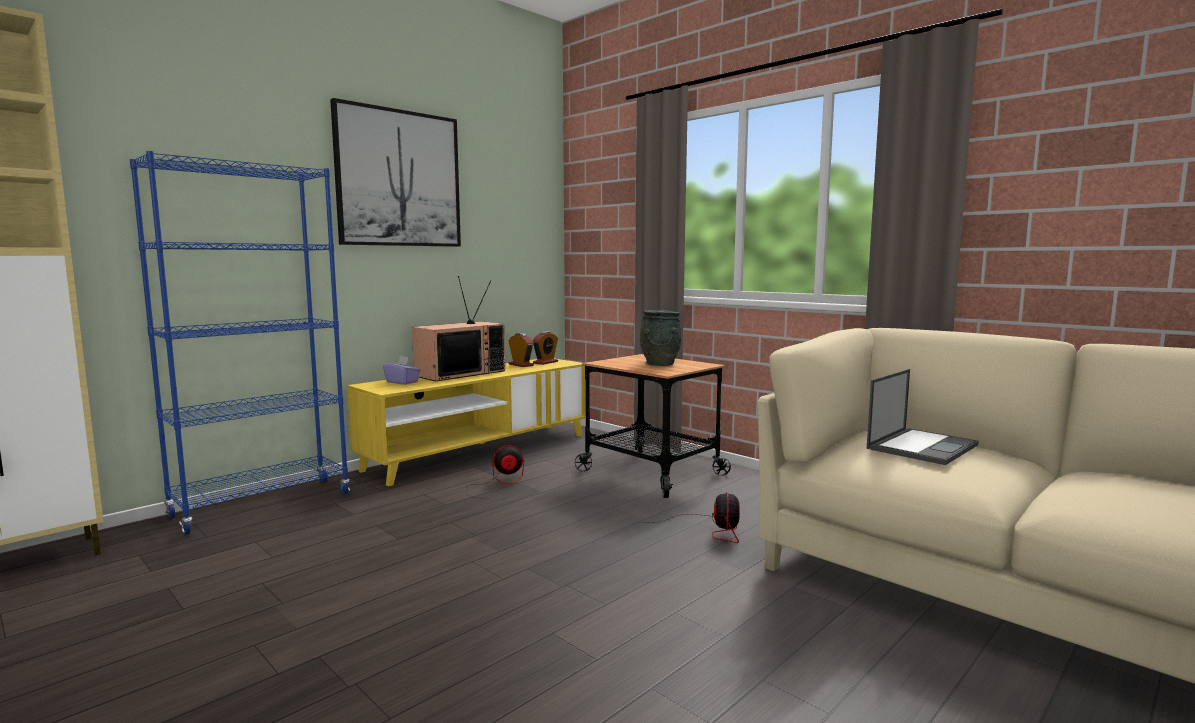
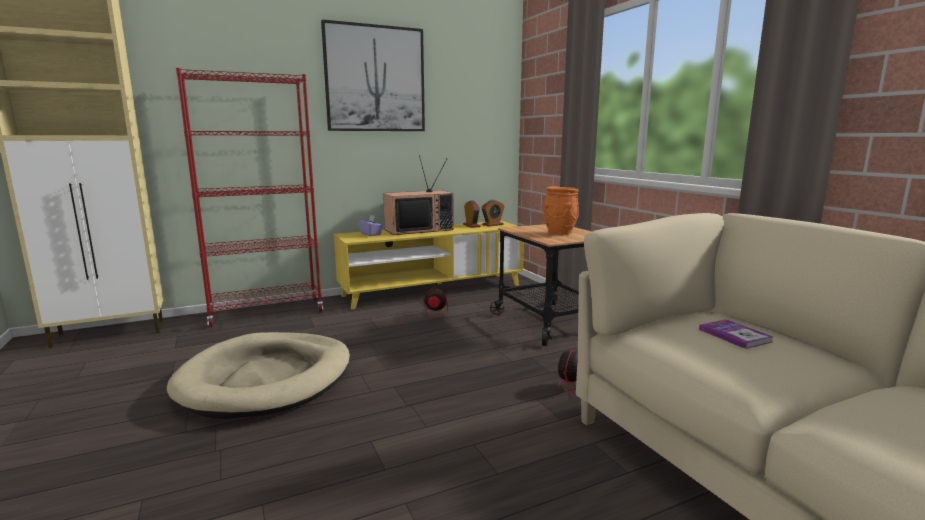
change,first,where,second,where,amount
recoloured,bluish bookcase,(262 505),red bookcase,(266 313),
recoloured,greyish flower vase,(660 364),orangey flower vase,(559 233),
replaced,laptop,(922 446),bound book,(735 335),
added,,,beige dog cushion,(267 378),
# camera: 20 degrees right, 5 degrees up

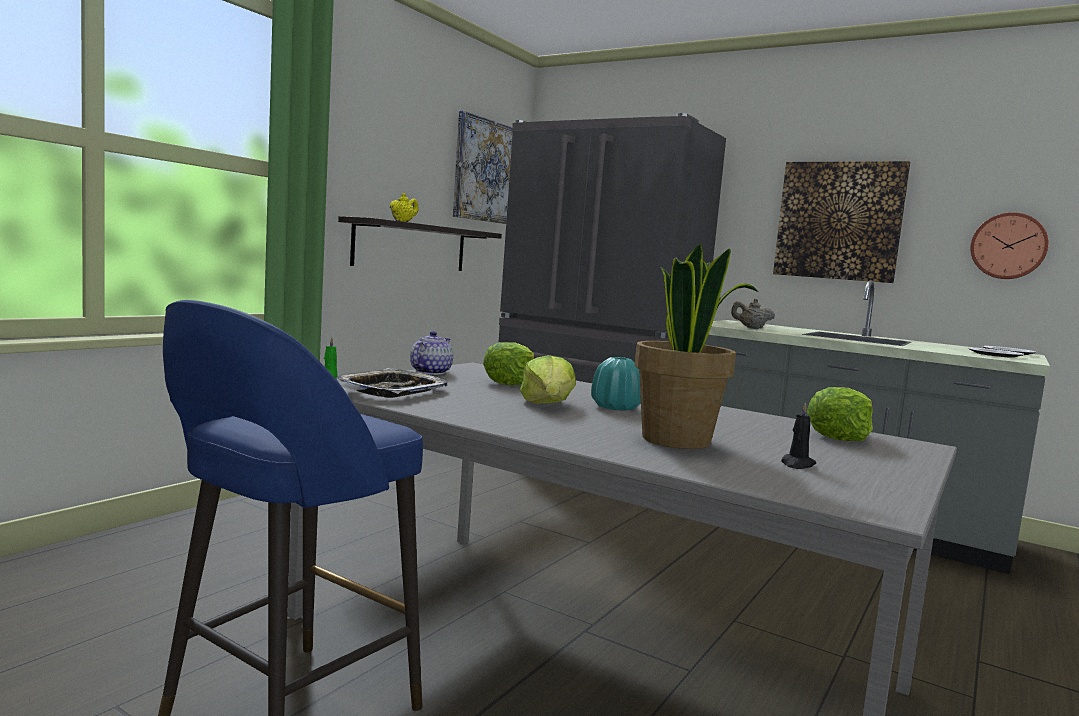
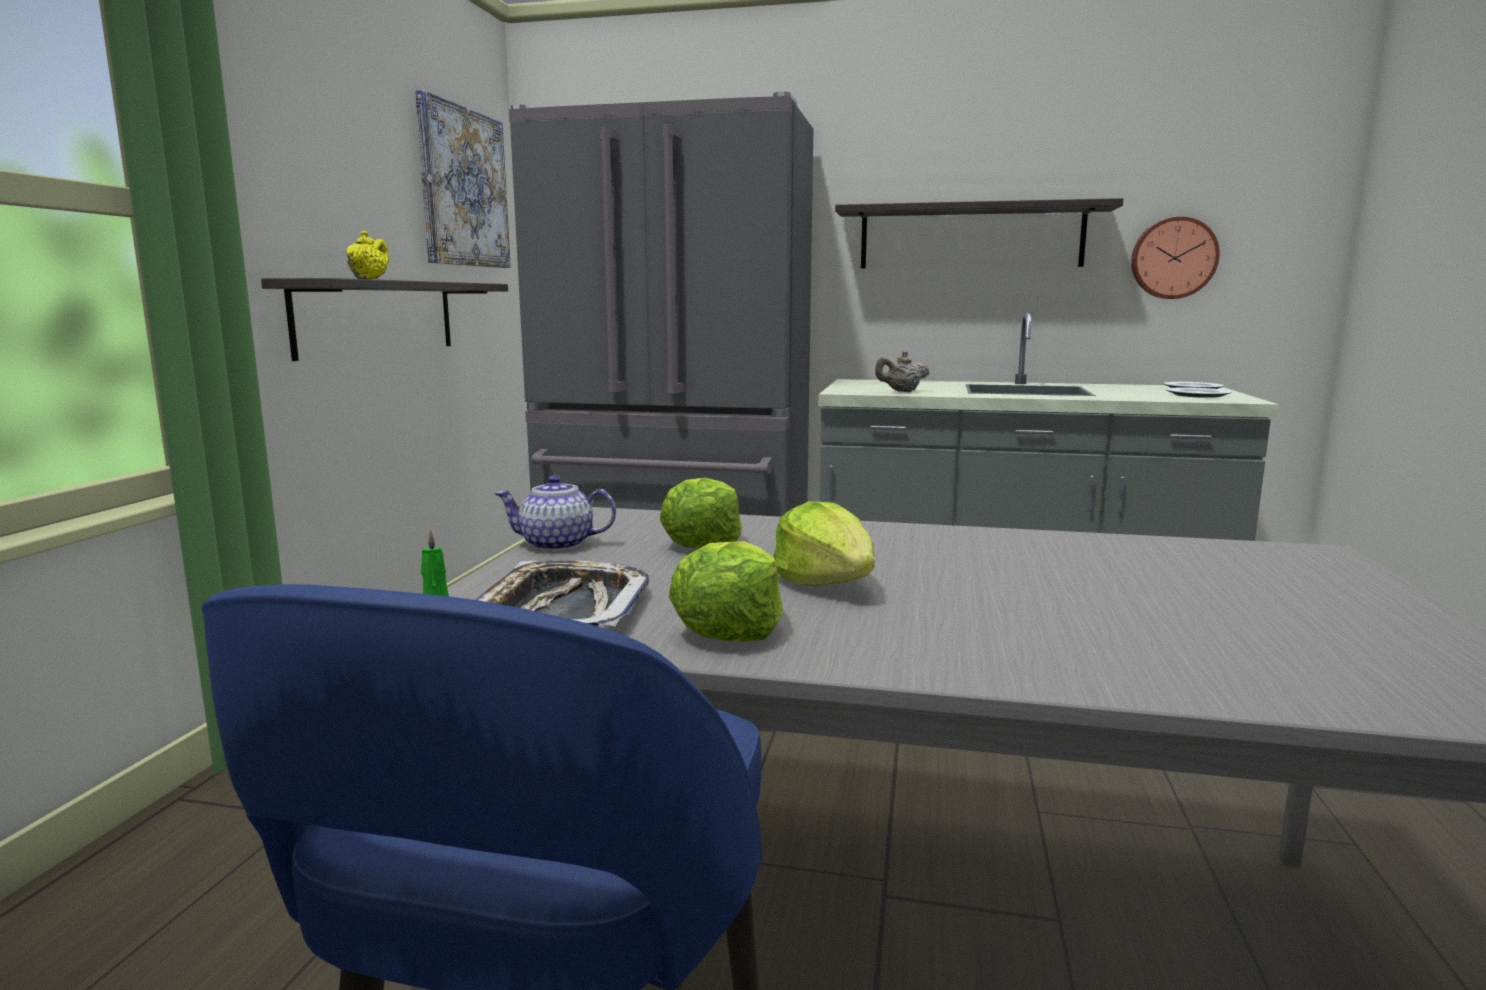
change,first,where,second,where,amount
replaced,wall art,(839 221),bracket shelf,(970 237),
removed,plant in a pot,(677 440),,,
turned,teapot,(430 372),,(558 544),90 degrees counterclockwise
removed,turquoise flower vase,(615 408),,,
moved,head of lettuce,(839 436),,(730 628),
removed,blackish wax light,(797 464),,,
# camera: 20 degrees left, 5 degrees up

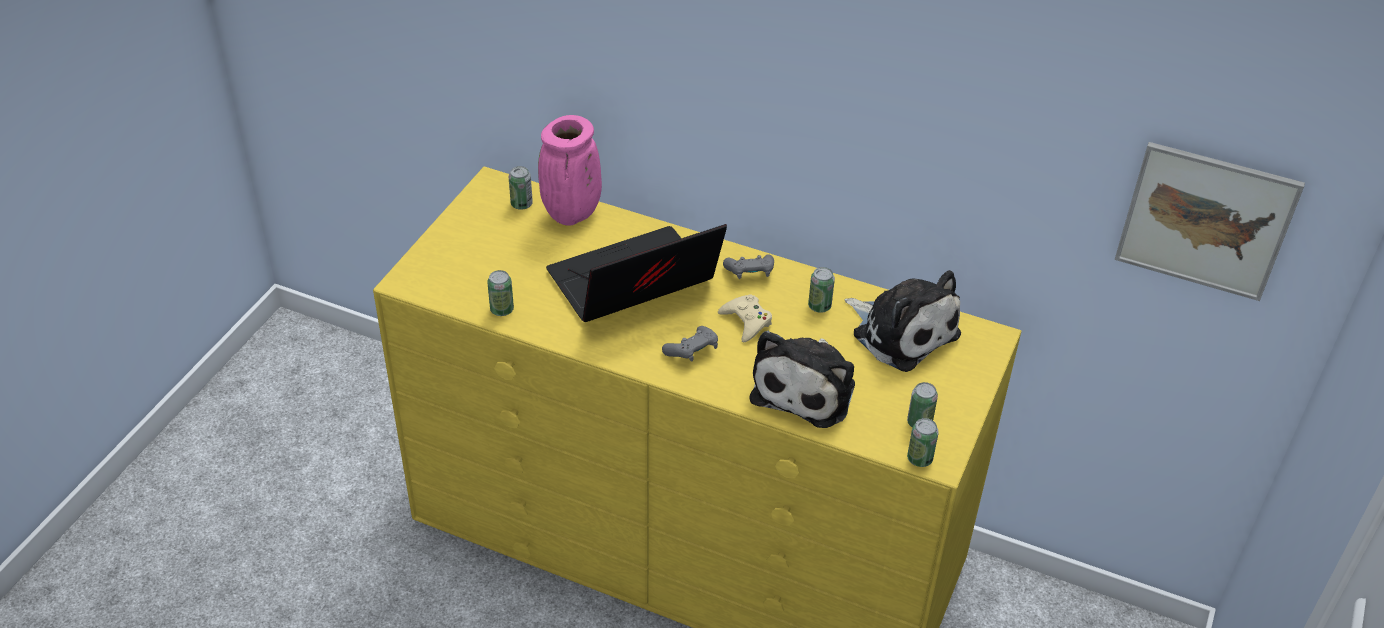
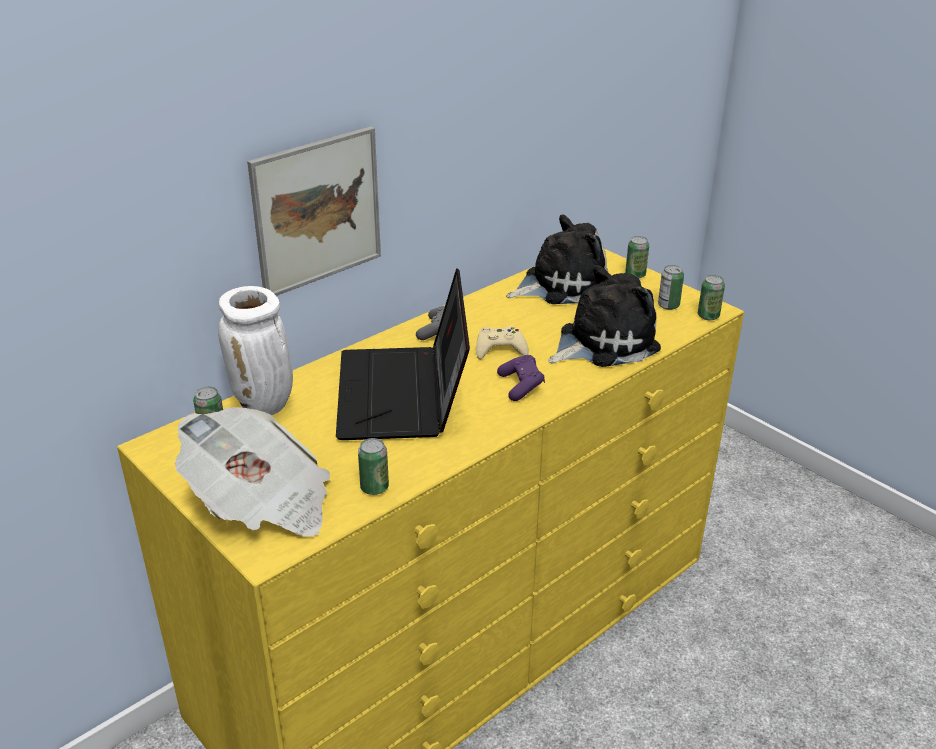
change,first,where,second,where,amount
recoloured,pinkish flower vase,(572 215),white flower vase,(264 406),
moved,wall art,(1205 220),,(317 211),
moved,can,(819 306),,(635 275),
recoloured,greyish game controller,(692 352),purplish game controller,(521 386),
turned,soft toy,(806 388),,(602 342),75 degrees counterclockwise
added,,,newspaper,(262 503),
# camera: 65 degrees left, 10 degrees down

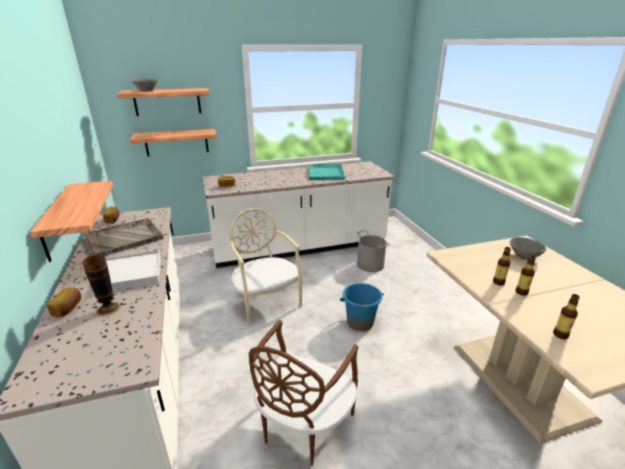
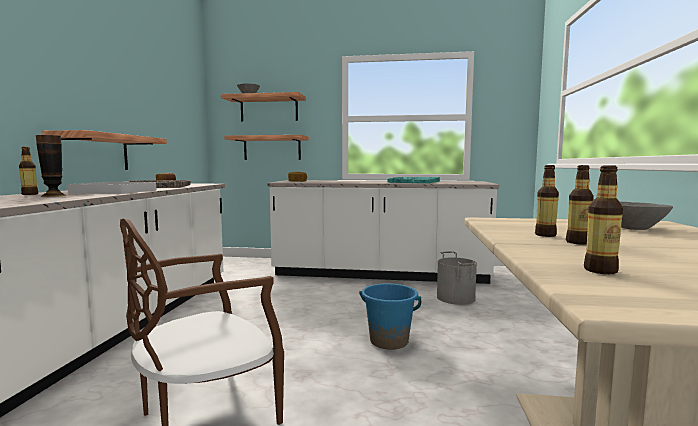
change,first,where,second,where,amount
removed,beige chair,(266 302),,,
replaced,bread,(68 308),drink bottle,(30 194),
# camera: 25 degrees right, 20 degrees down

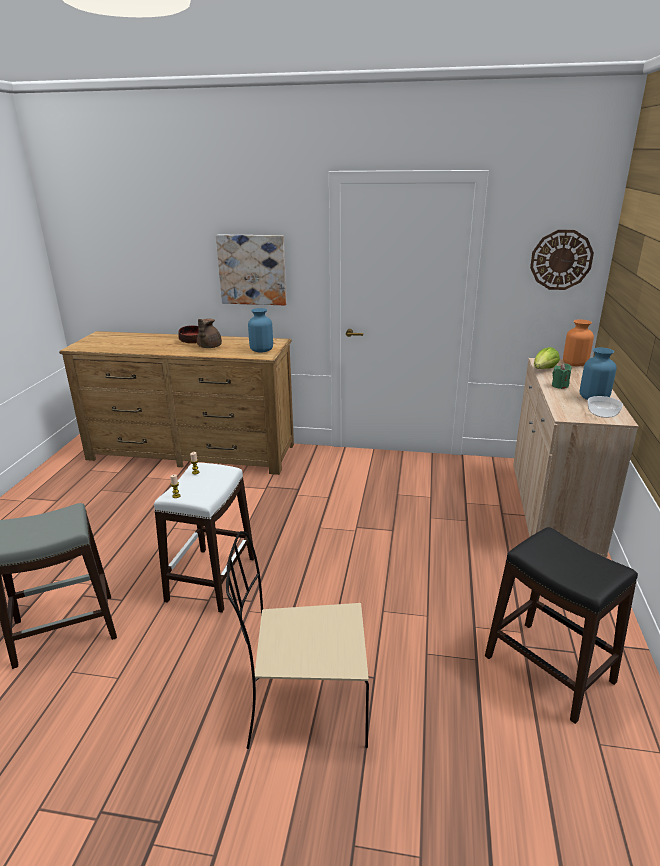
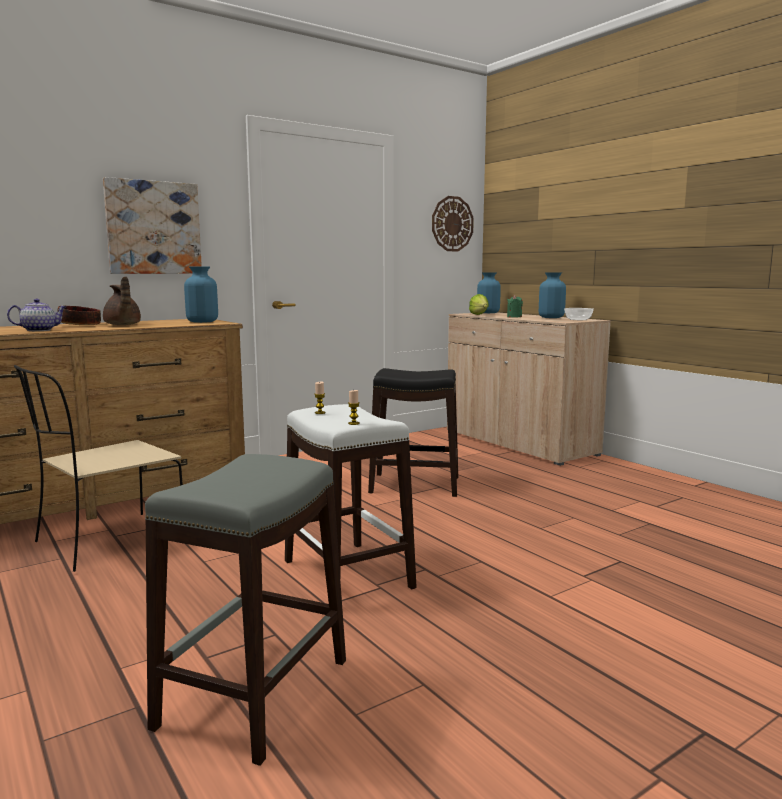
change,first,where,second,where,amount
recoloured,orangey flower vase,(575 364),bluish flower vase,(488 313),
moved,blackish stool seat,(549 668),,(414 484),
moved,beige chair,(303 704),,(108 542),
added,,,teapot,(40 330),
# camera: 45 degrees left, 15 degrees down

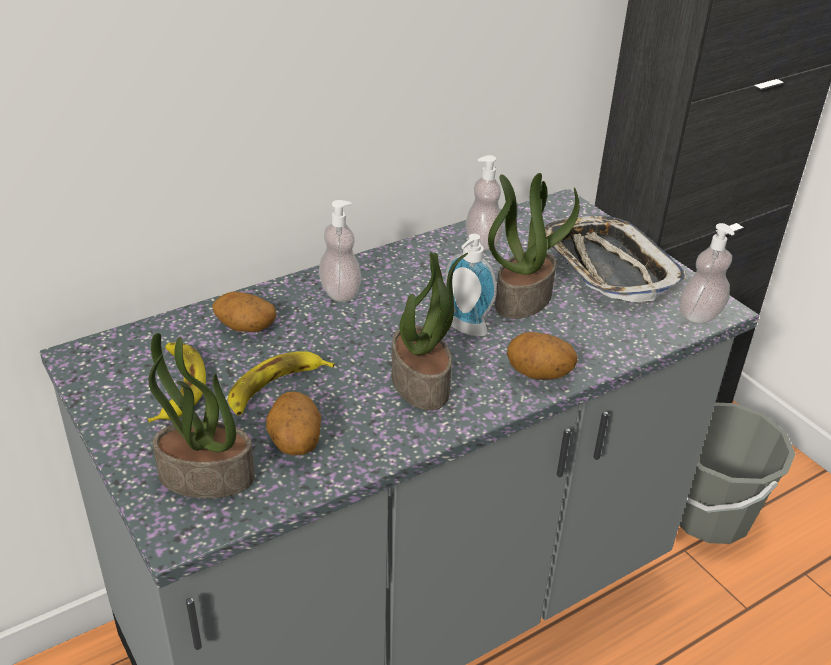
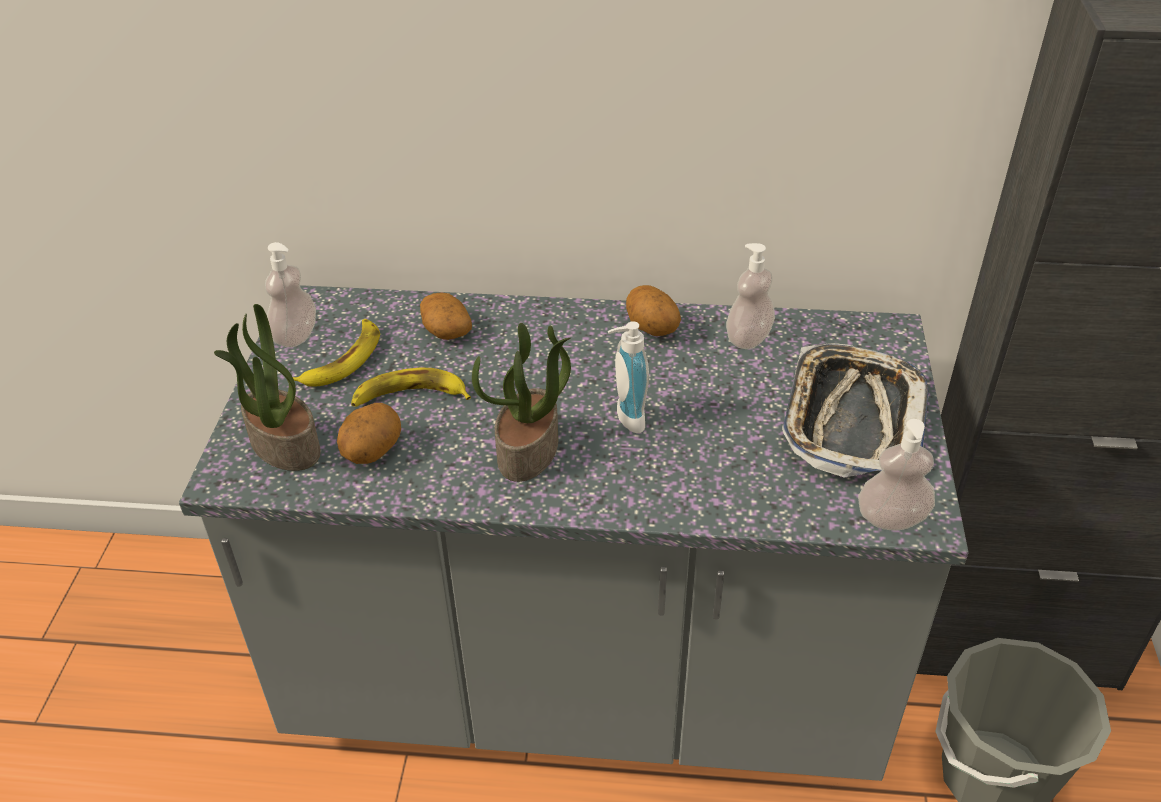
change,first,where,second,where,amount
removed,plant in a pot,(523 298),,,
moved,soap bottle,(340 292),,(295 336),
moved,potato,(538 375),,(651 330),
# camera: 40 degrees right, 5 degrees up

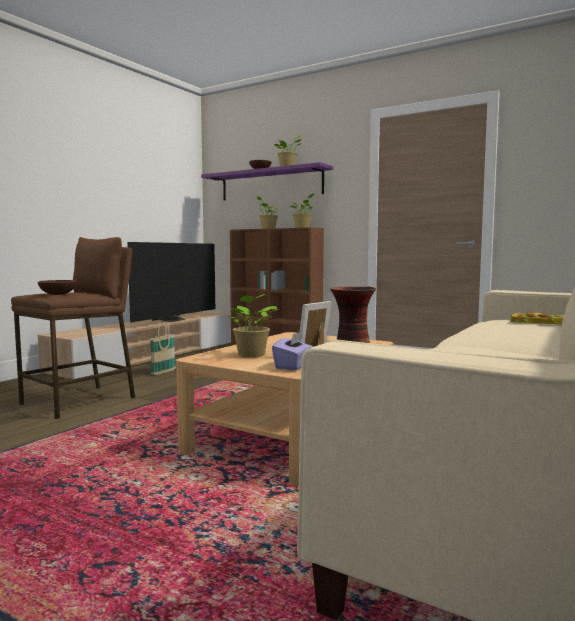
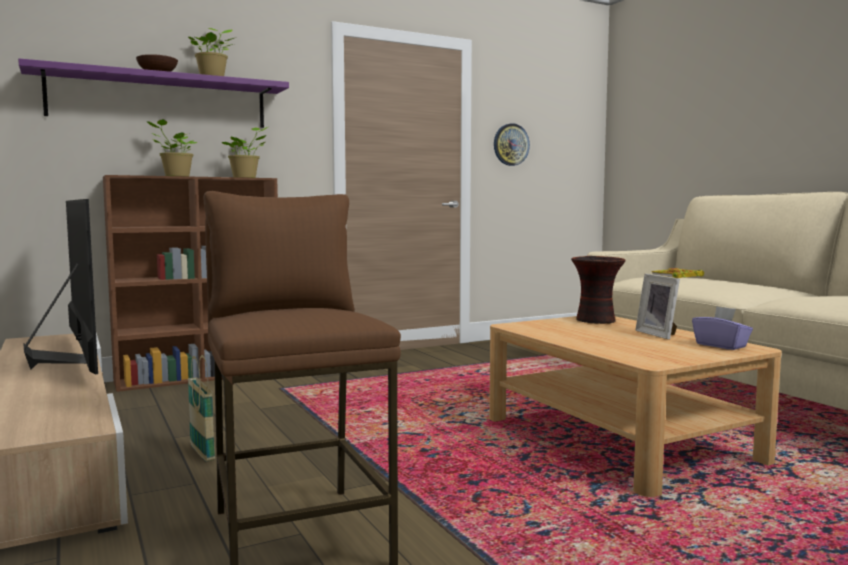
change,first,where,second,where,amount
removed,brown-coloured serving bowl,(58 294),,,
removed,plant in a pot,(251 355),,,
added,,,hanging clock,(510 144),
# camera: 60 degrees left, 0 degrees up

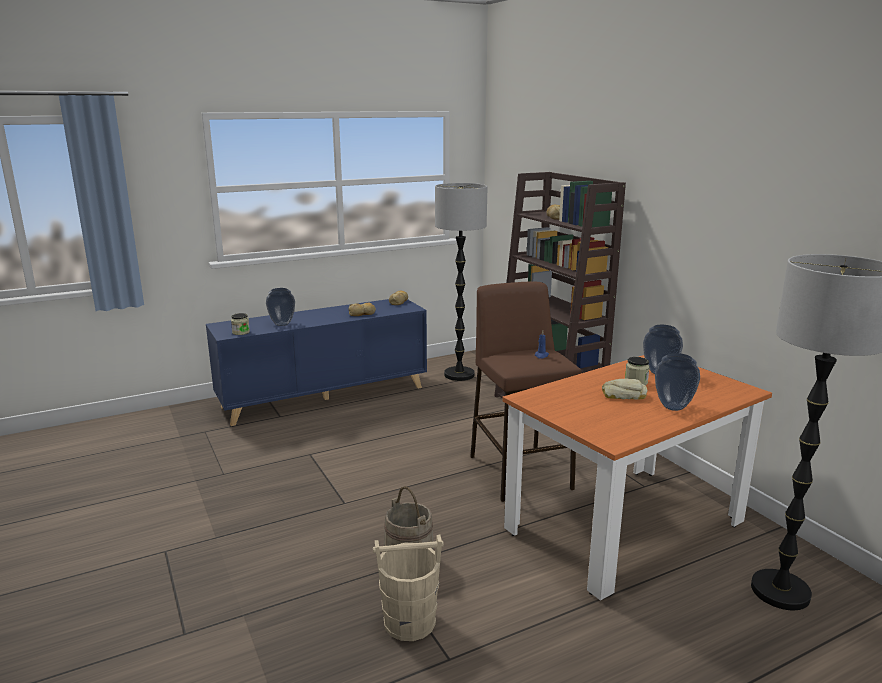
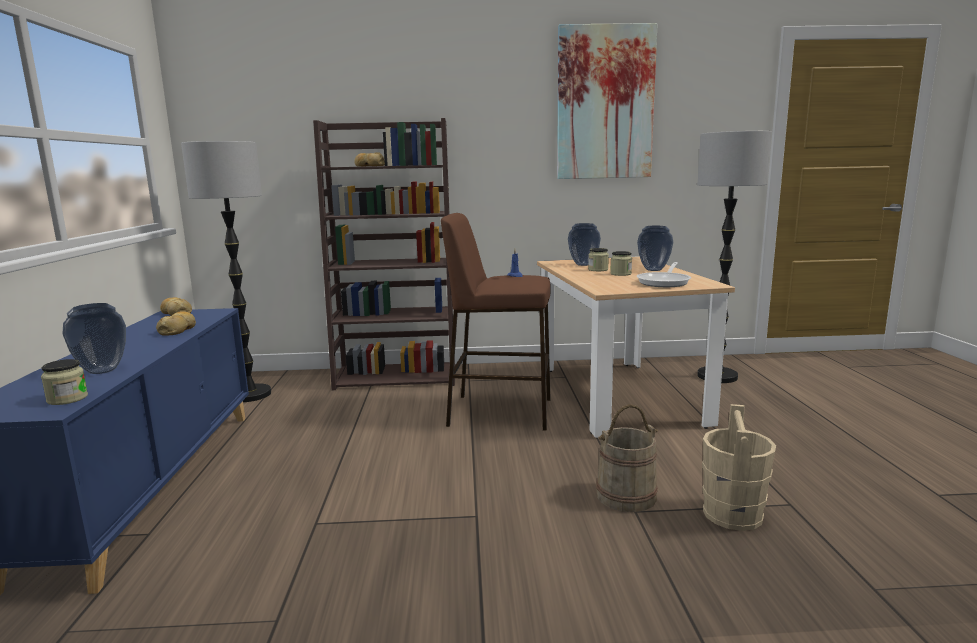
change,first,where,second,where,amount
recoloured,orangey kitchen table,(624 526),beige kitchen table,(618 396),
replaced,bread,(623 394),preserve jar,(621 274),
added,,,wall art,(605 103),
added,,,pan,(665 282),
# camera: 65 degrees left, 5 degrees down

